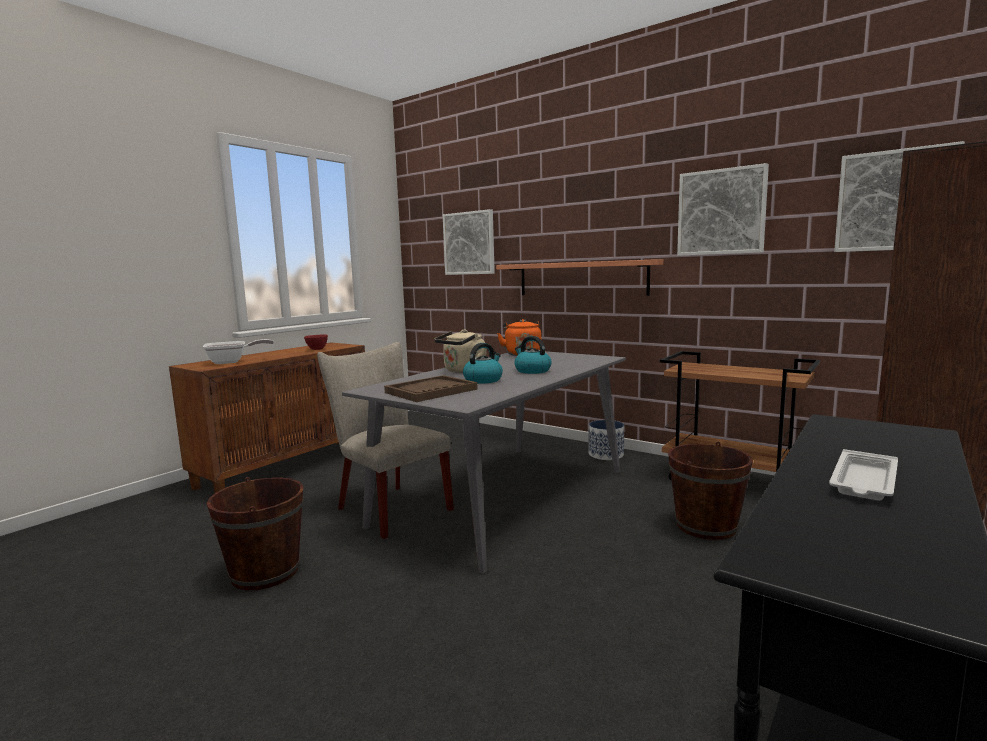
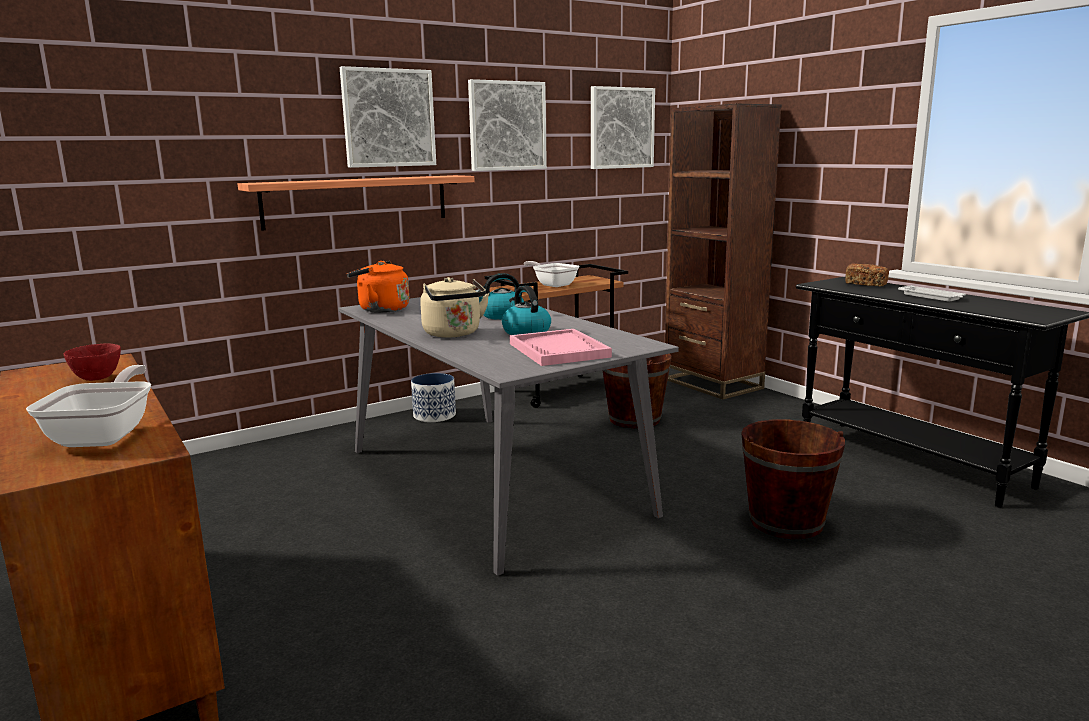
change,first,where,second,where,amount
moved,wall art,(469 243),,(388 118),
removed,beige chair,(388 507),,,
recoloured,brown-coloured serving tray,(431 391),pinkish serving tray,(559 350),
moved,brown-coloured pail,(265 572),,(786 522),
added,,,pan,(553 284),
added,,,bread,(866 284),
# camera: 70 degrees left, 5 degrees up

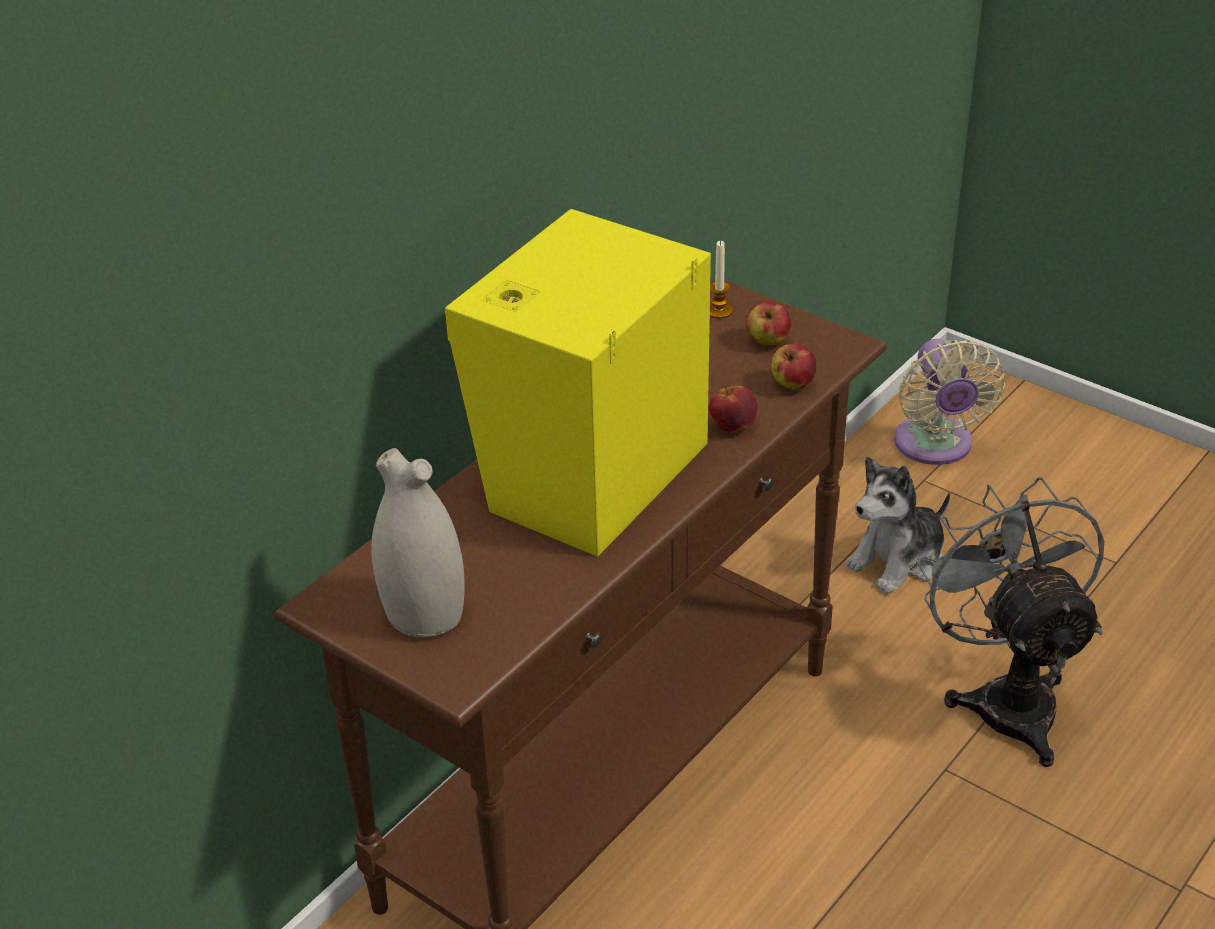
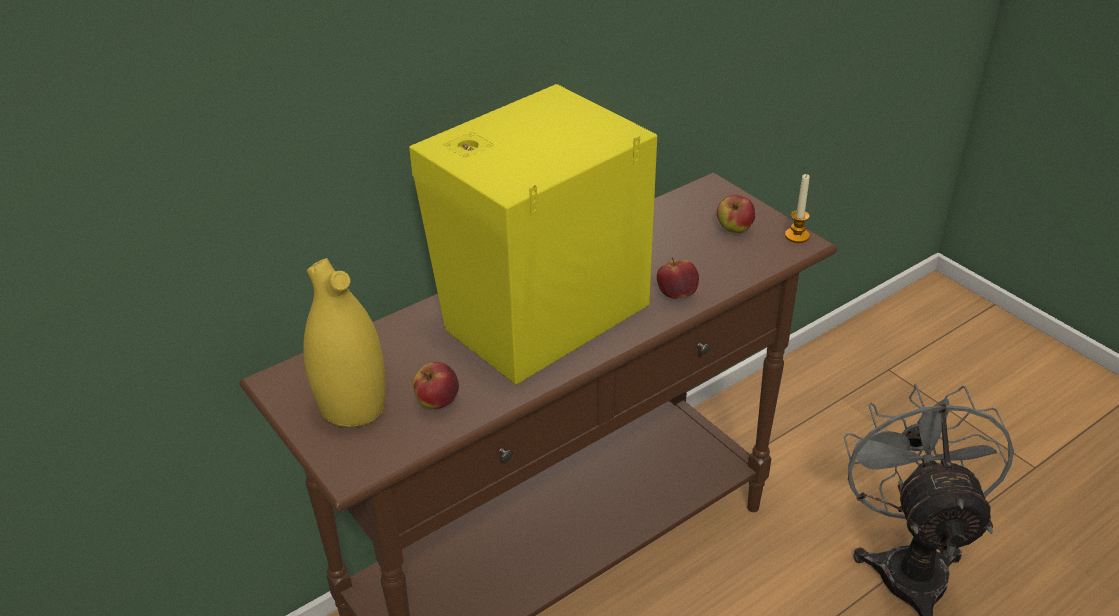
change,first,where,second,where,amount
moved,wax light,(719 311),,(797 236),
removed,beige cooling fan,(935 447),,,
moved,apple,(792 385),,(437 402),
recoloured,white flower vase,(423 612),yellow-coloured flower vase,(352 404),
removed,soft toy,(898 561),,,
# camera: 15 degrees right, 0 degrees up

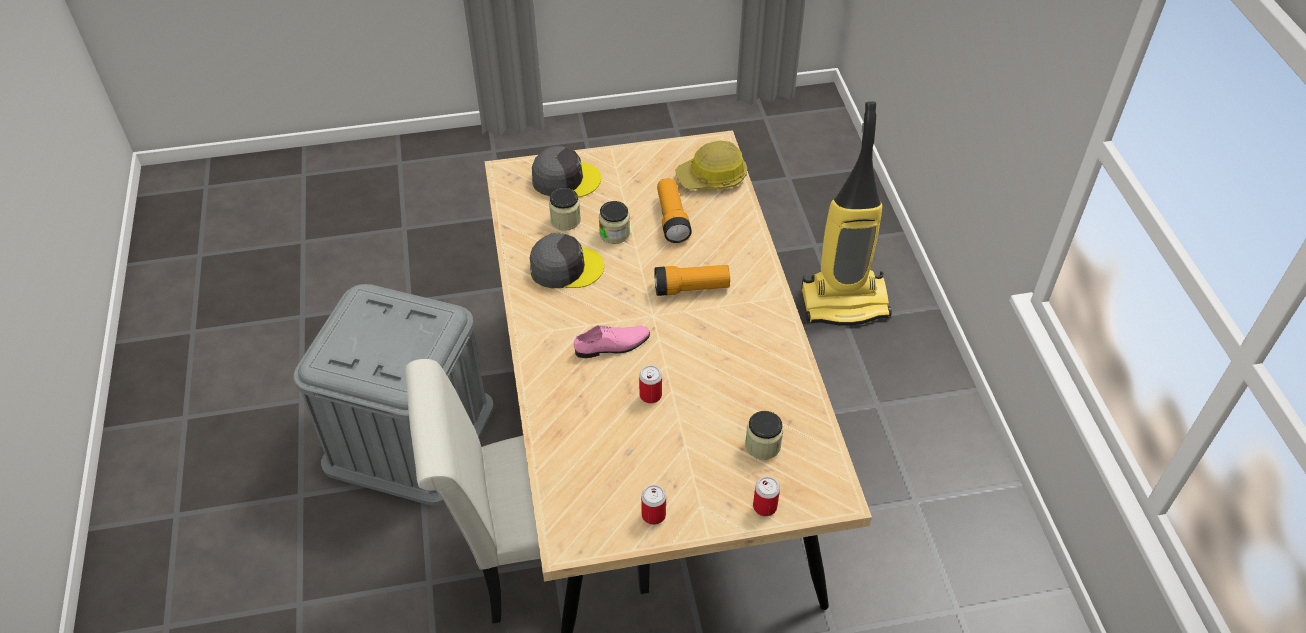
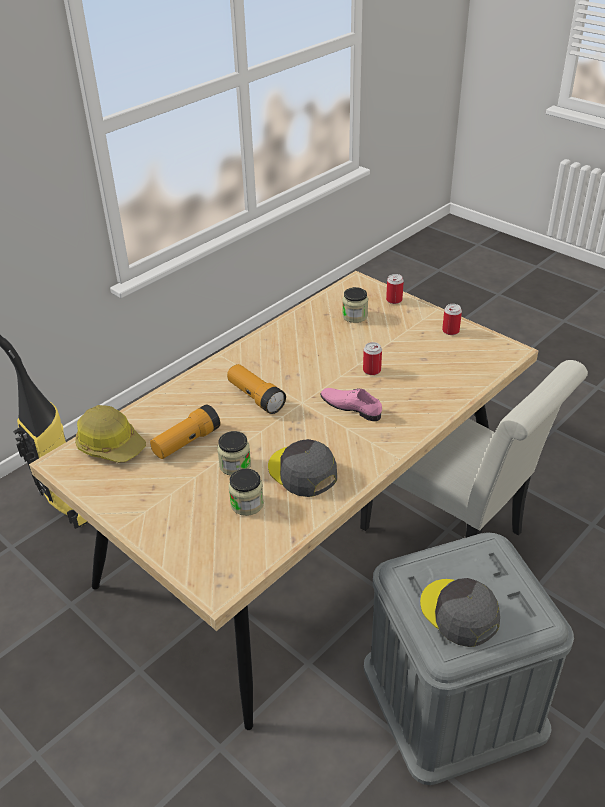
change,first,where,second,where,amount
moved,greyish cap,(565 179),,(459 613),
# camera: 125 degrees left, 10 degrees down

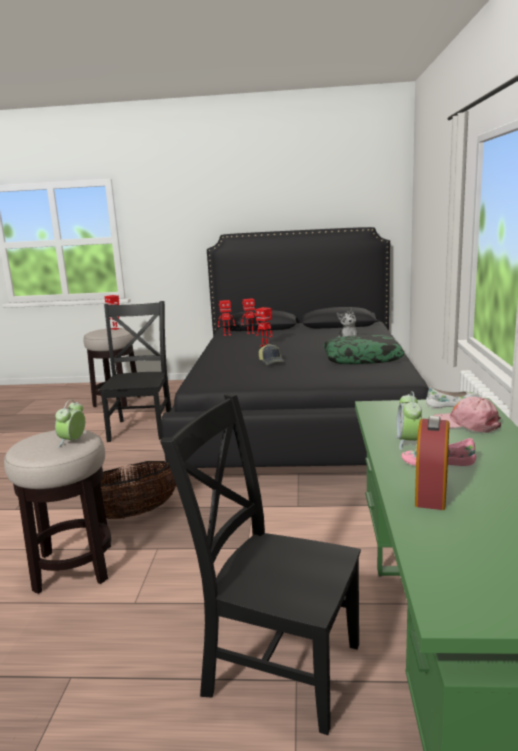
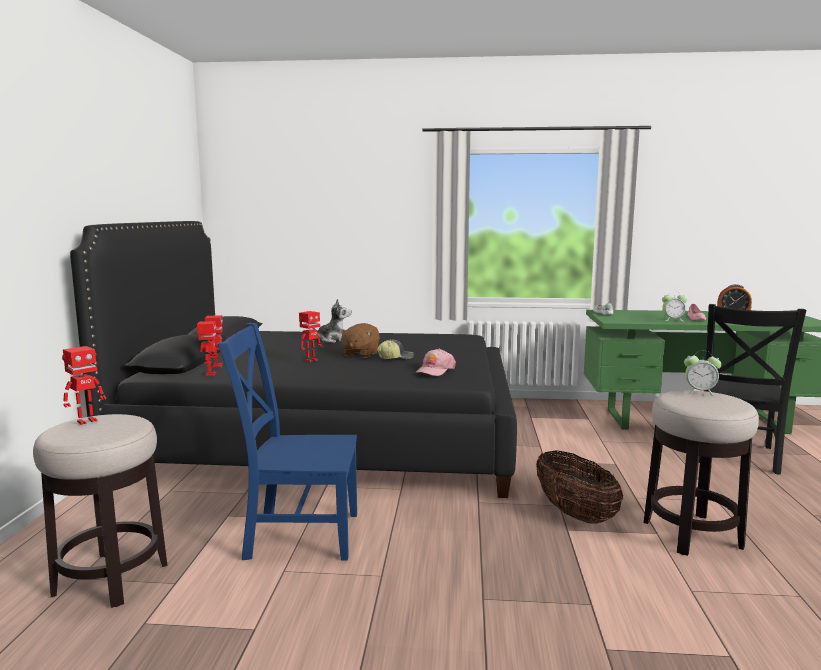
change,first,where,second,where,amount
recoloured,blackish chair,(142 428),bluish chair,(297 535),
removed,cushion,(362 358),,,
moved,pinkish cap,(466 424),,(435 370),
added,,,brown-coloured soft toy,(360 354),
# camera: 90 degrees left, 5 degrees down

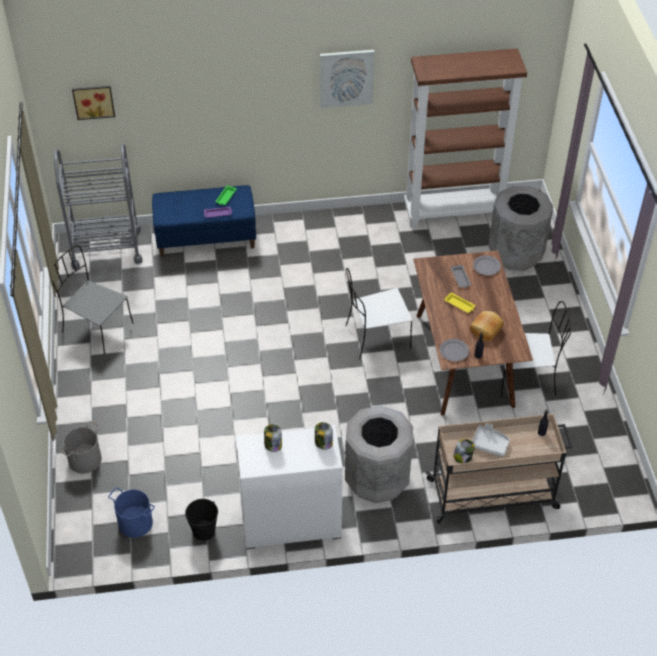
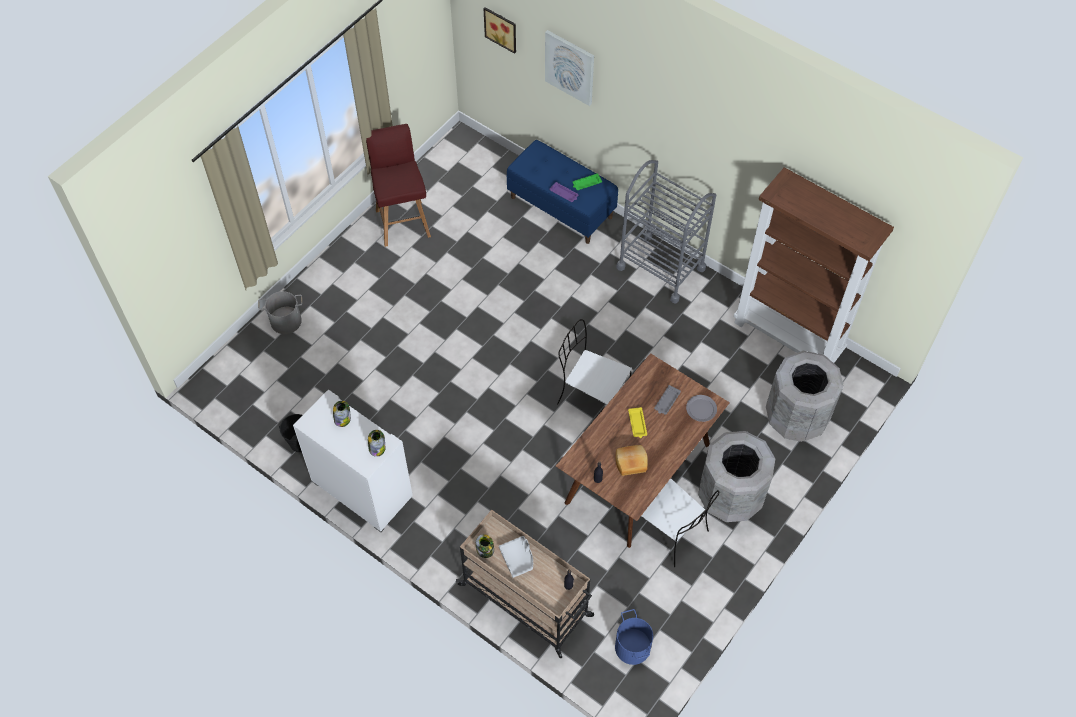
change,first,where,second,where,amount
moved,wall art,(346 78),,(570 67),
moved,greyish wheeled cart,(106 248),,(661 268),
replaced,greyish chair,(96 327),red stool seat,(403 222),
removed,greyish dinner plate,(454 351),,,
moved,greyish waste bin,(377 479),,(730 497),
moved,bluish pail,(135 523),,(632 647),
# camera: 45 degrees right, 10 degrees up

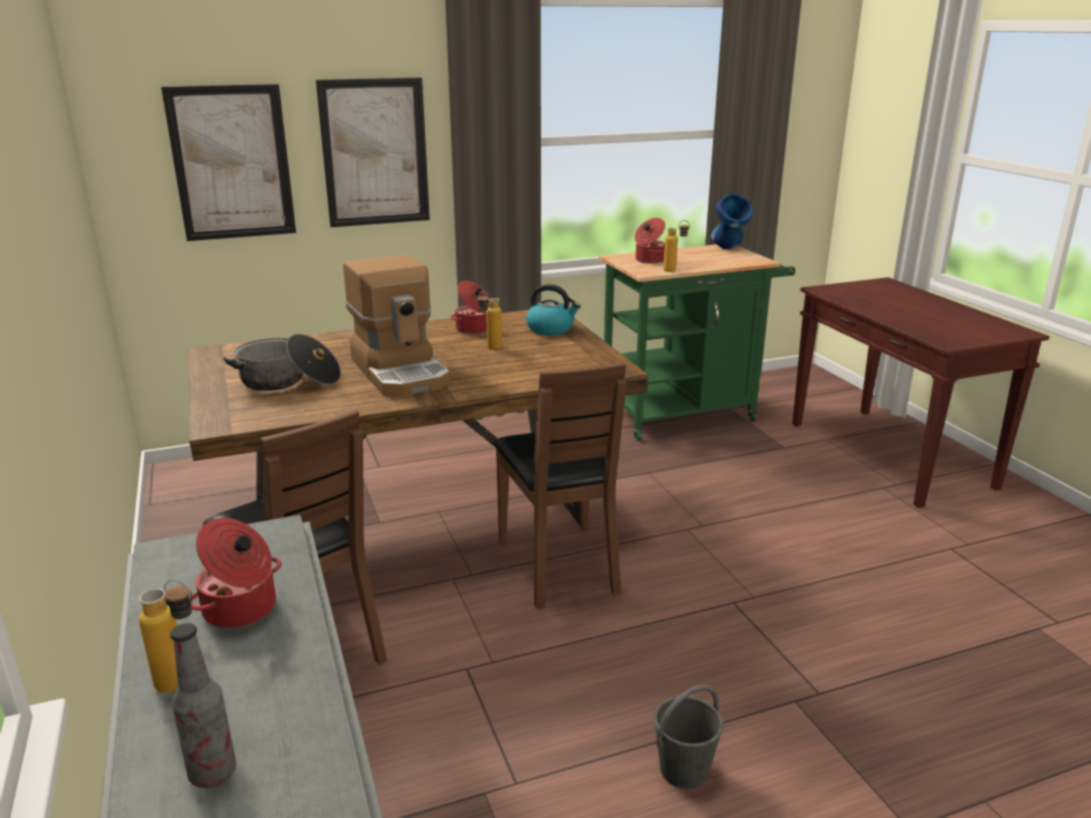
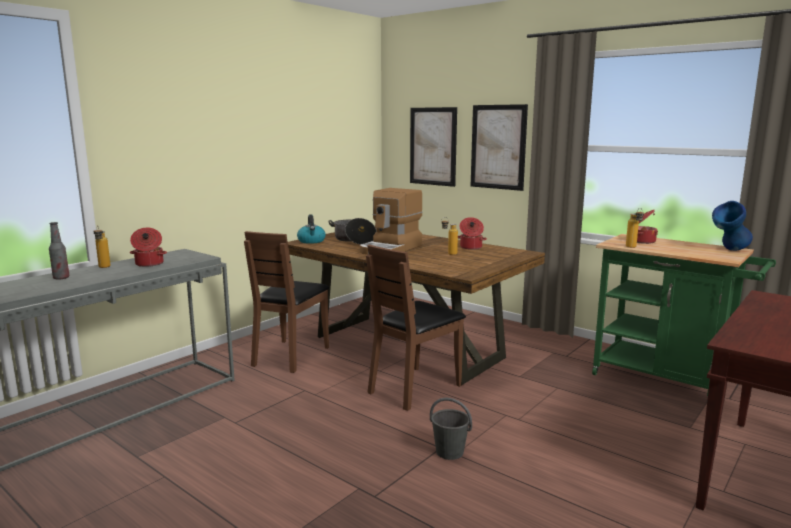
change,first,where,second,where,amount
moved,tea kettle,(551 329),,(311 241),
moved,greyish pail,(684 769),,(450 452),
# camera: 60 degrees right, 10 degrees down

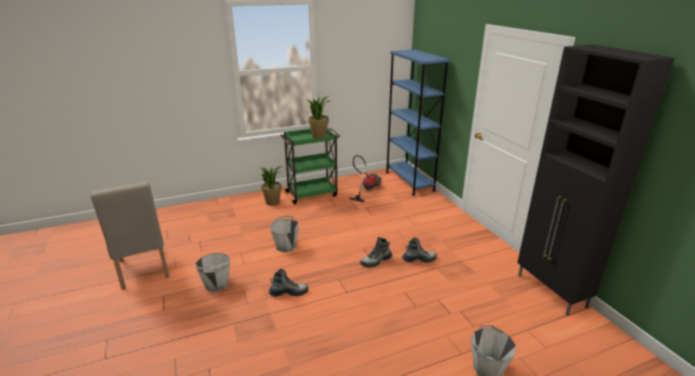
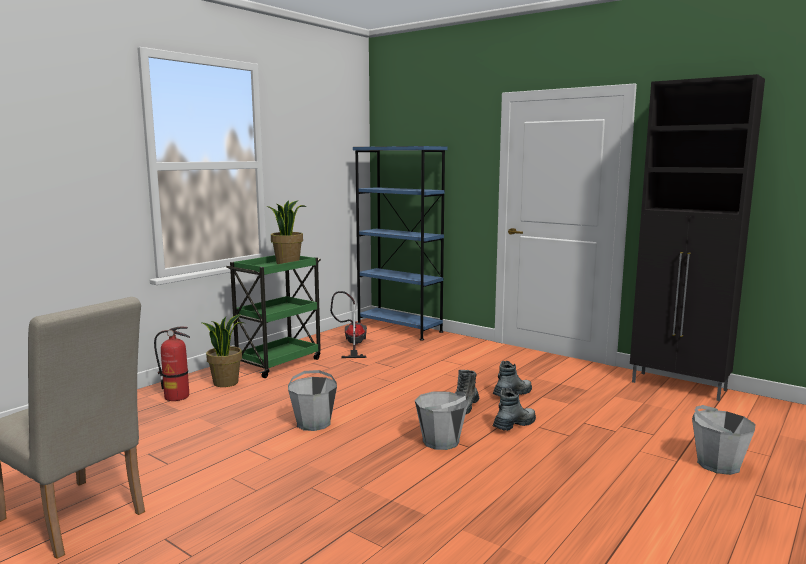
change,first,where,second,where,amount
moved,greyish pail,(216 284),,(441 441),
moved,high-top boot,(289 292),,(514 425),
added,,,extinguisher,(177 397),
# camera: 30 degrees left, 15 degrees down

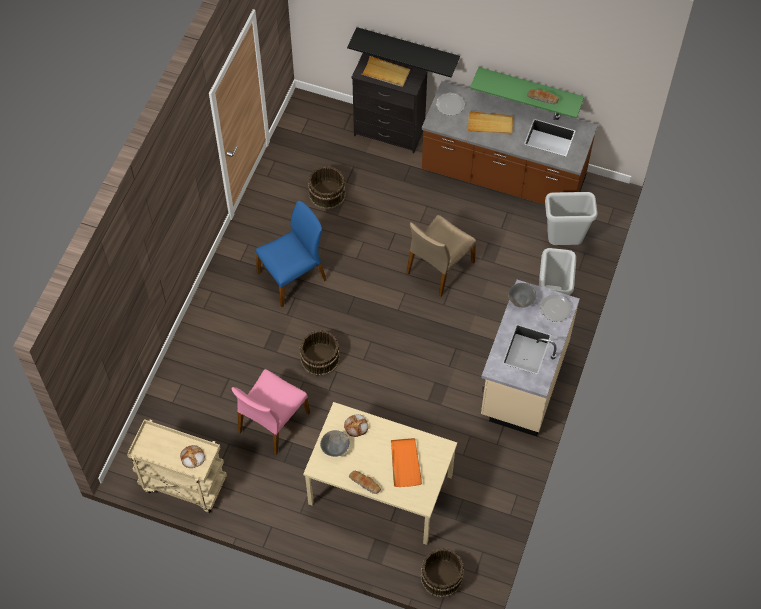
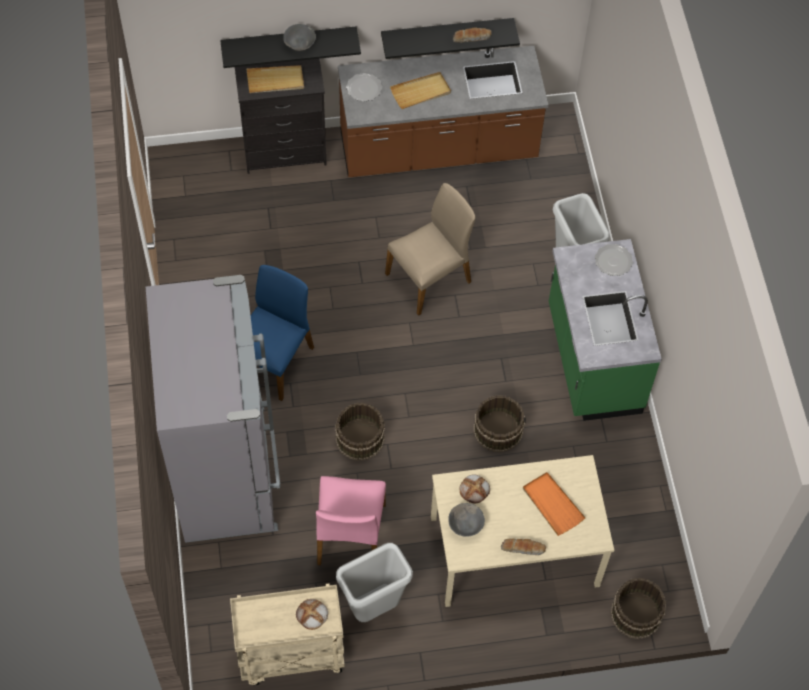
change,first,where,second,where,amount
recoloured,green bracket shelf,(530 88),blackish bracket shelf,(447 34),
moved,brown-coloured pail,(327 193),,(498 429),
moved,greyish waste bin,(563 242),,(374 608),
turned,beige chair,(439 267),,(429 278),135 degrees counterclockwise
recoloured,beige kitchen counter,(523 380),green kitchen counter,(592 360),
moved,greyish serving bowl,(521 299),,(299 44),
added,,,greyish kitchen fridge,(227 472),
# camera: 30 degrees left, 0 degrees up

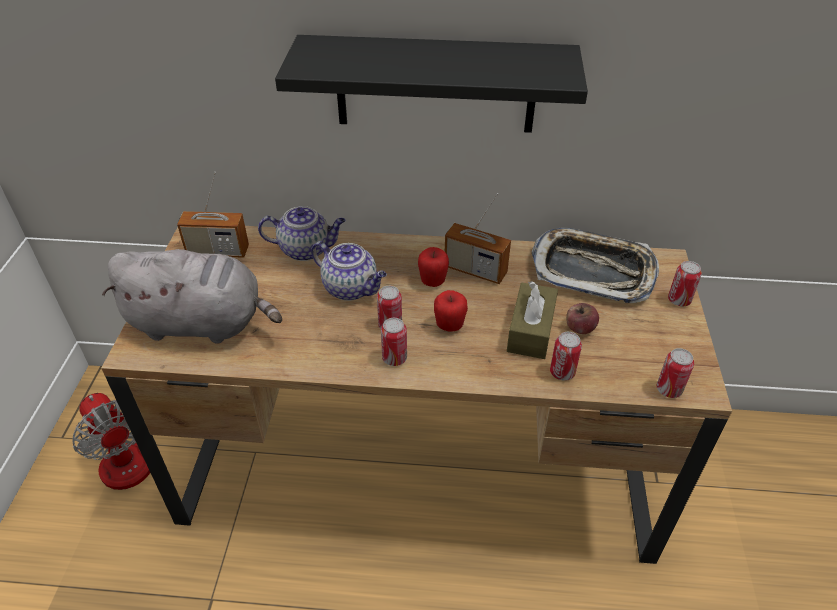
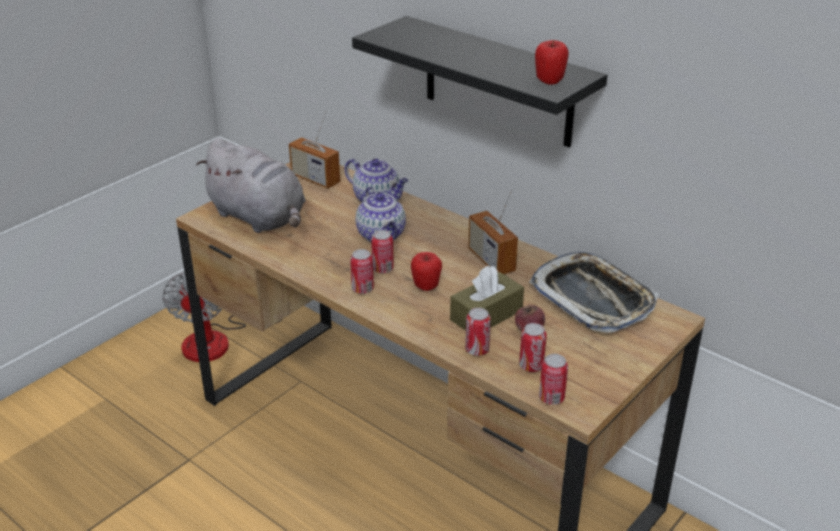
change,first,where,second,where,amount
moved,apple,(433 282),,(549 81),
moved,can,(679 300),,(531 366),
# camera: 35 degrees right, 10 degrees down

